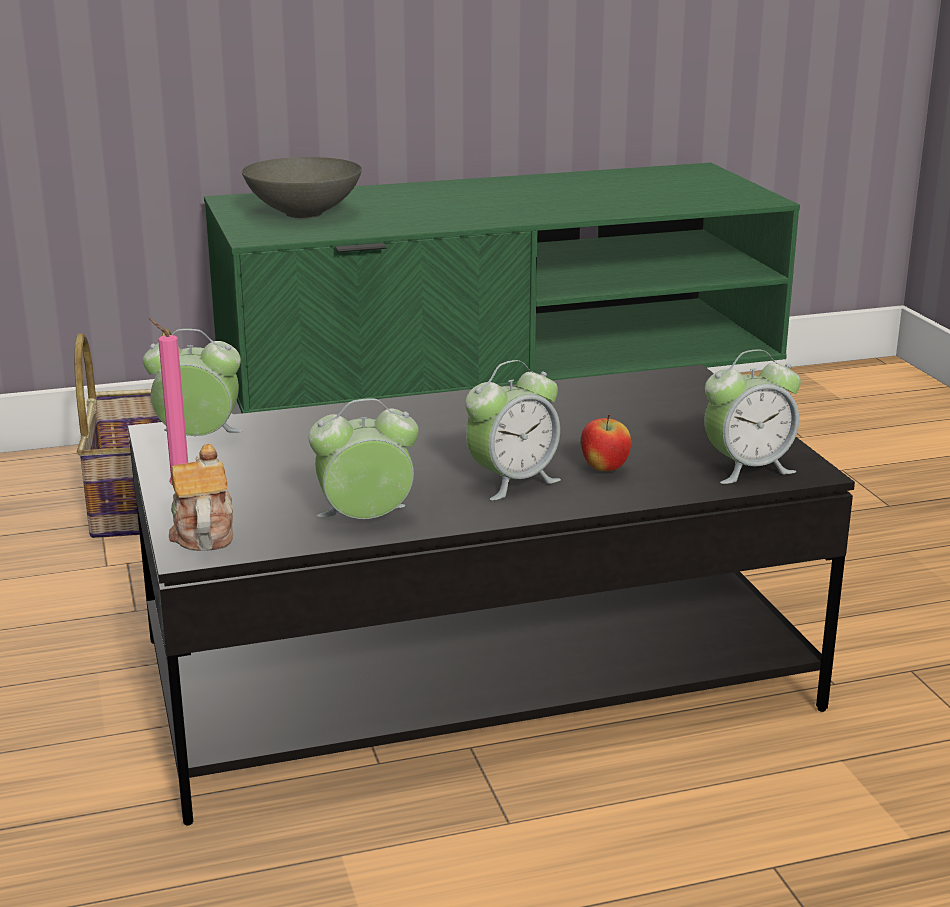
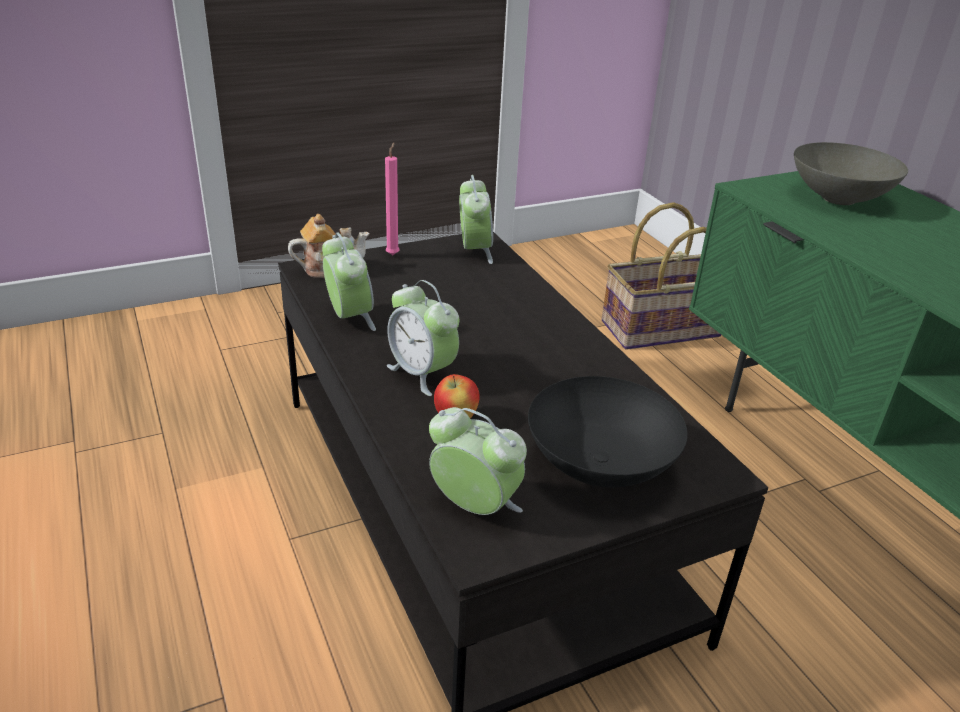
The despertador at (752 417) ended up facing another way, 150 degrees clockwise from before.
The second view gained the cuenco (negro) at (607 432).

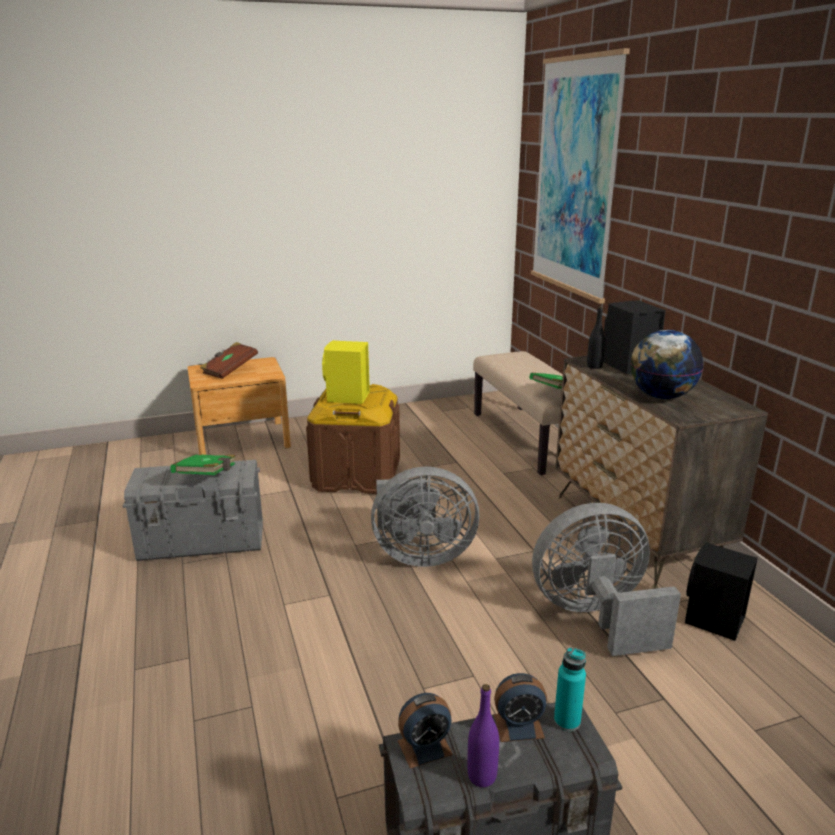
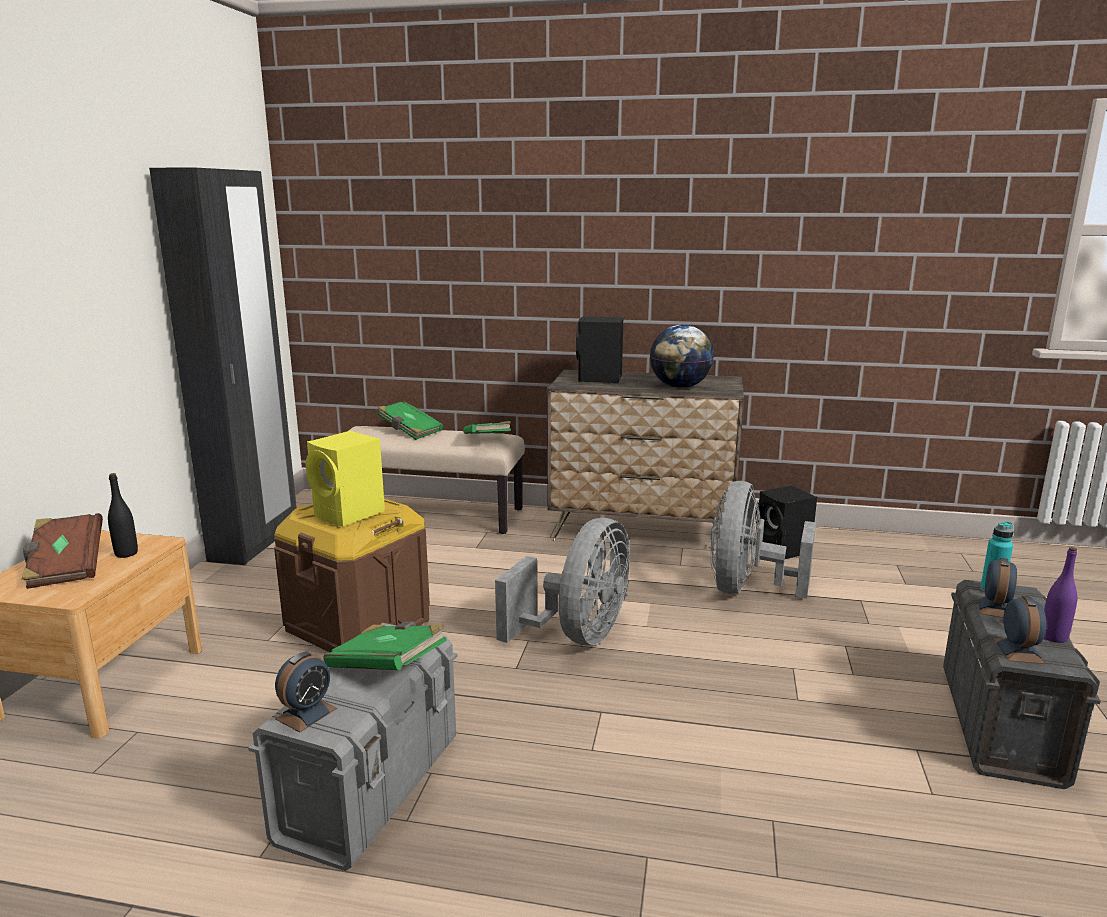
The second view lost the cuadro at (580 176).
The botella (negro) ended up elsewhere, having gone from (596 338) to (123 515).
The second view gained the armario ropero (negro) at (223 366).
The second view gained the libro (verde) at (410 420).
The second view gained the despertador at (306 692).

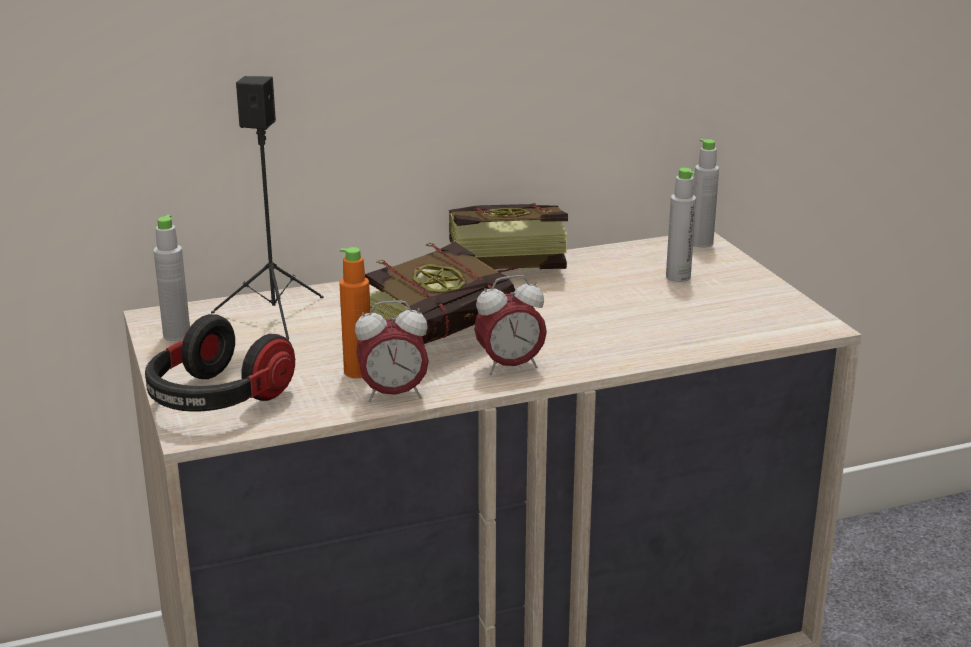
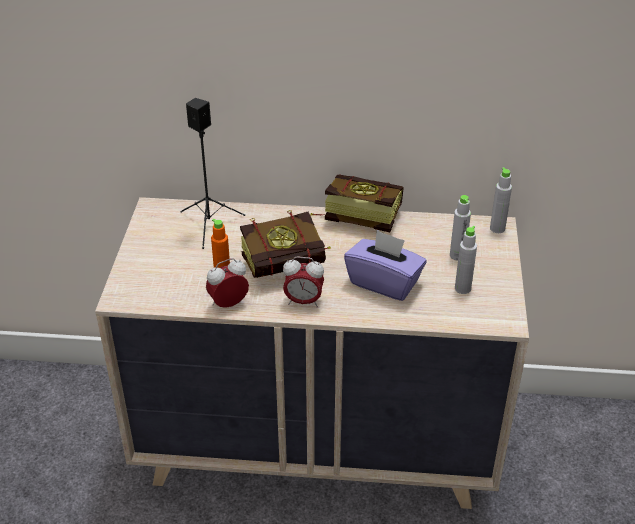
The botella (gris) ended up elsewhere, having gone from (171 278) to (466 260).
The despertador at (392 351) ended up facing another way, 135 degrees clockwise from before.
The second view lost the auriculares at (220 363).
The second view gained the caja de pañuelos (morado) at (385 265).

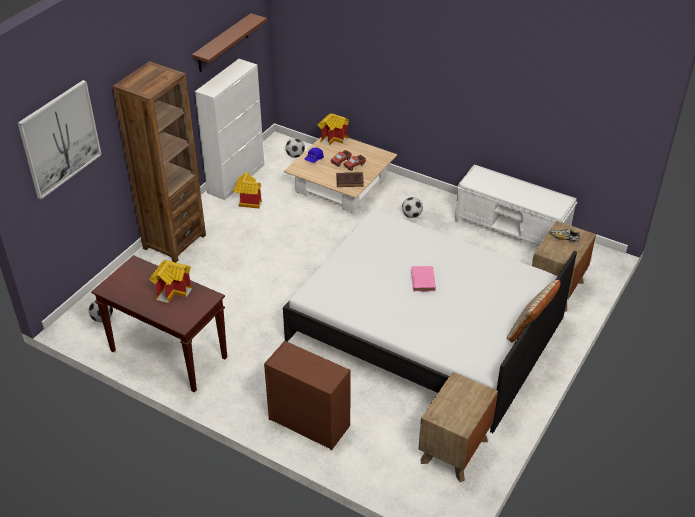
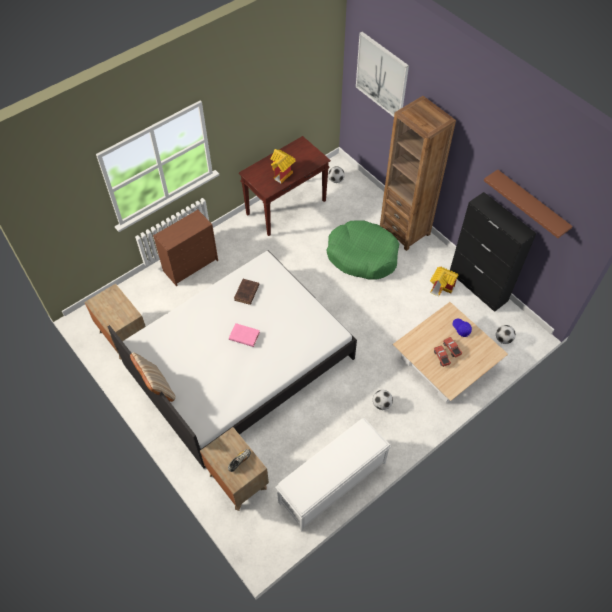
What was the armario (blanco) at (229 129) turned into the armario (negro) at (493 252).
The second view lost the casita at (333 129).
The libro (marrón) ended up elsewhere, having gone from (350 179) to (246 292).
The second view gained the cama para perro (verde) at (362 250).

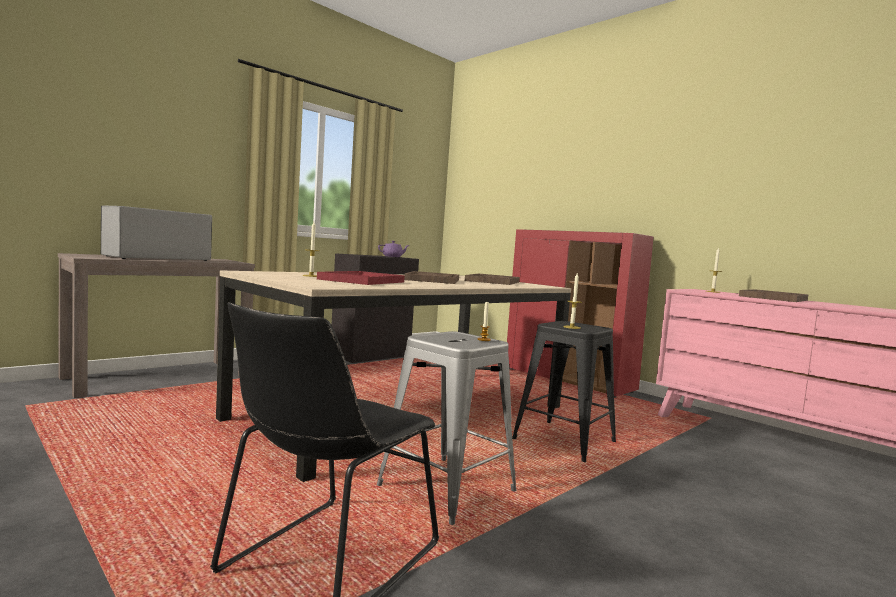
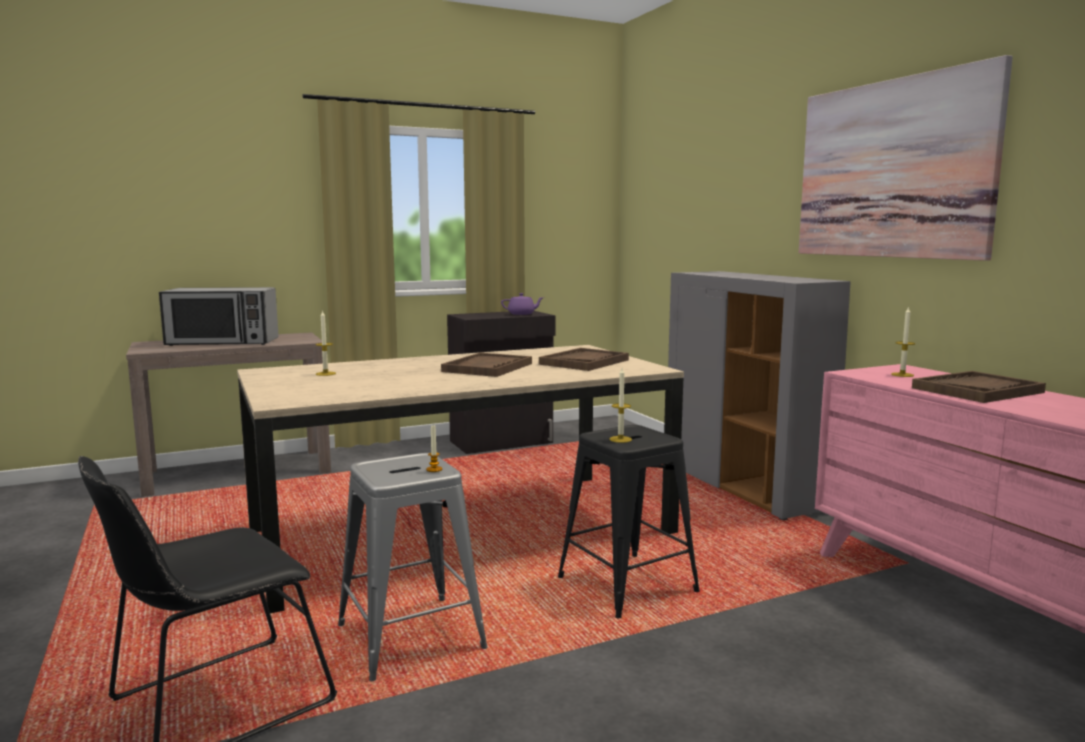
The microondas at (156 233) ended up facing another way, 150 degrees counterclockwise from before.
What was the armario (rojo) at (580 313) turned into the armario (gris) at (759 395).
The second view lost the bandeja (rojo) at (361 278).
The second view gained the cuadro at (906 158).

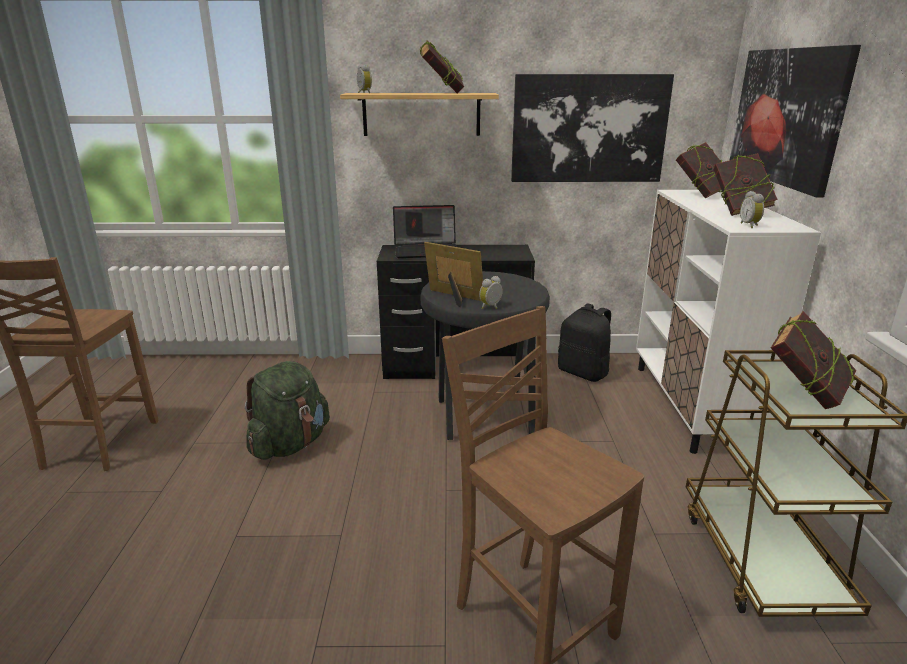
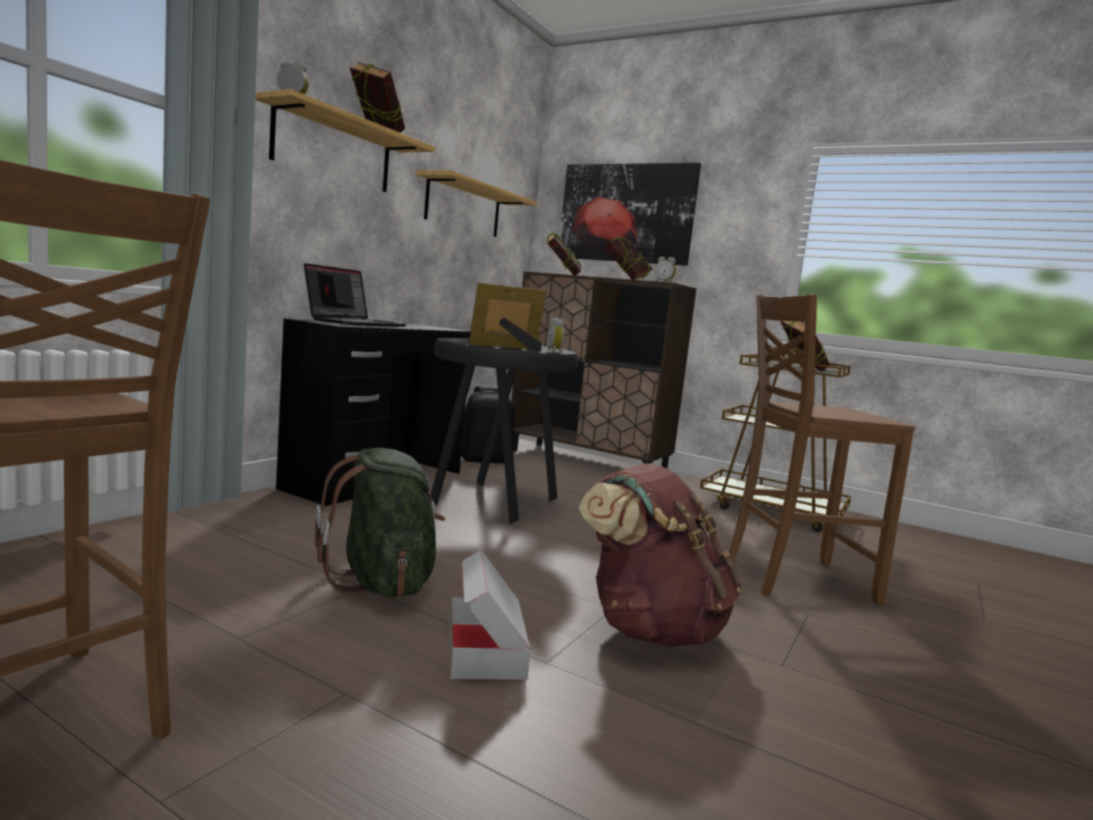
Where the cuadro hung at (592 128), the estante came to hang at (476 203).
What was the armario (blanco) at (728 322) turned into the armario (marrón) at (604 370).
The second view gained the mochila (marrón) at (660 555).
The second view gained the caja de cartón at (490 615).

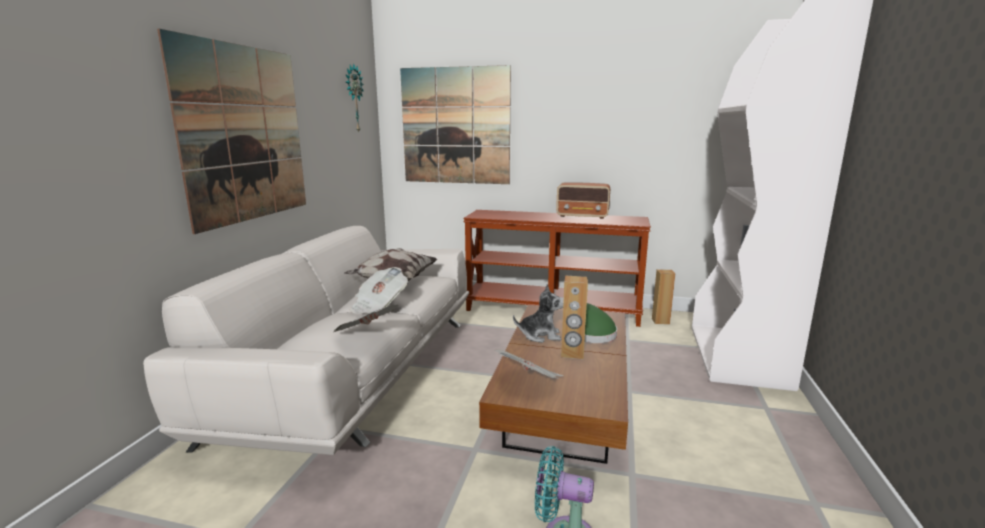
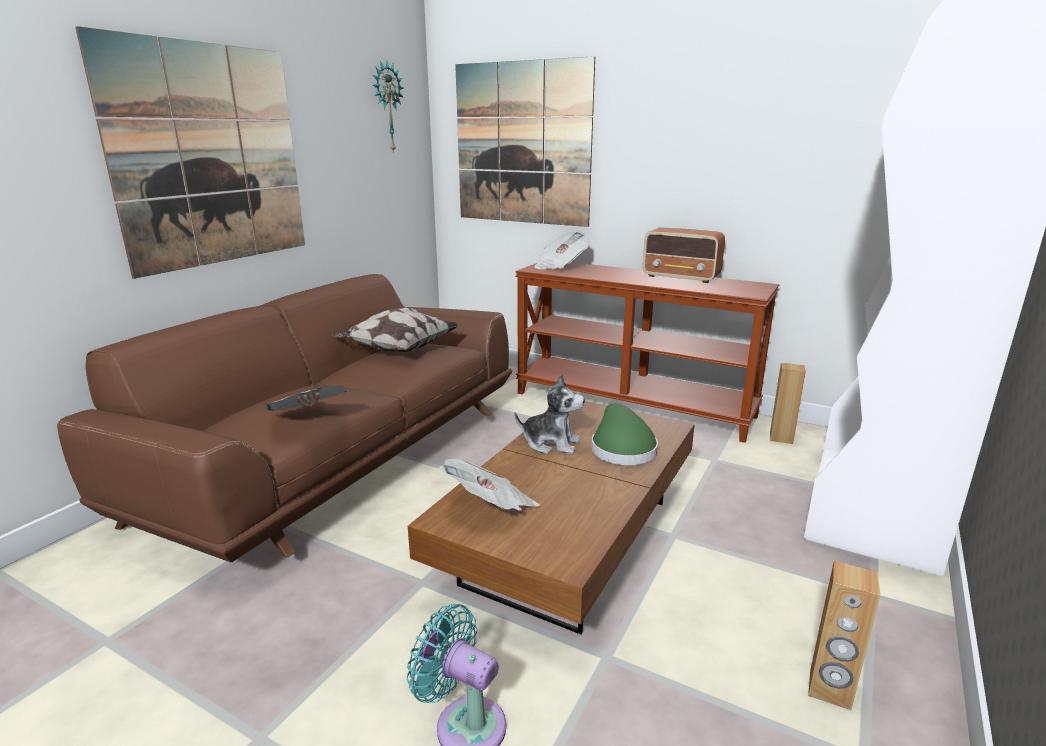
What was the sofá (blanco) at (306 340) turned into the sofá (marrón) at (284 418).
The periódico ended up elsewhere, having gone from (379 290) to (562 250).
The altavoz (marrón) ended up elsewhere, having gone from (574 317) to (844 635).

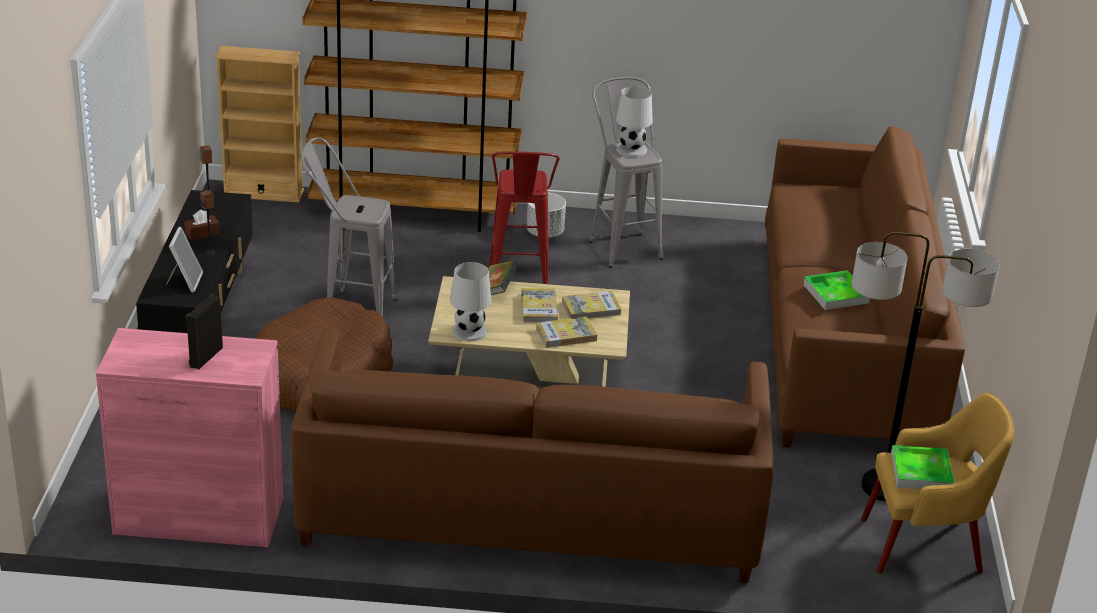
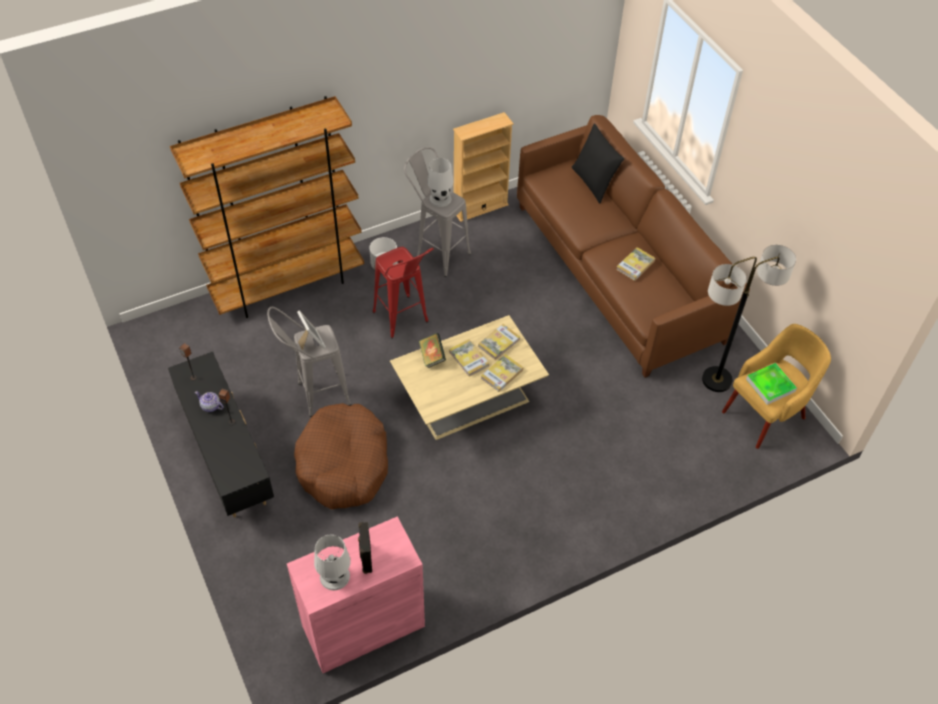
The estantería (beis) ended up elsewhere, having gone from (259 124) to (483 167).
Where the caja de pañuelos (marrón) stood at (202 225), the tetera came to stand at (209 401).
The portarretratos ended up elsewhere, having gone from (184 259) to (311 330).
The lámpara de mesa (blanco) ended up elsewhere, having gone from (471 301) to (332 562).
Where the bandeja stood at (836 290), the libro came to stand at (635 264).
The second view lost the sofá (marrón) at (532 455).
The second view gained the cojín (negro) at (598 163).

